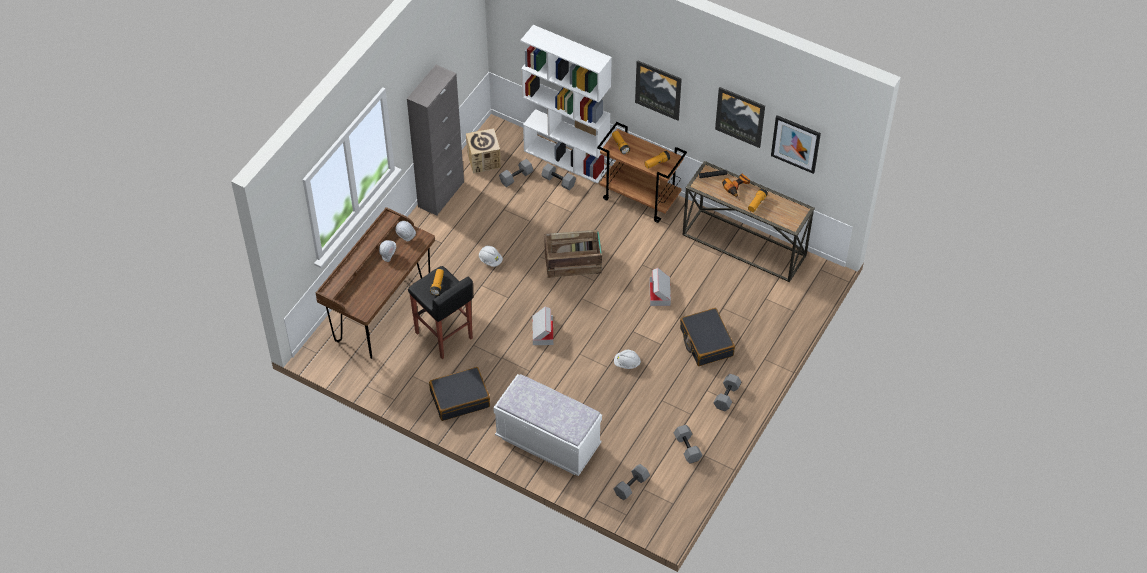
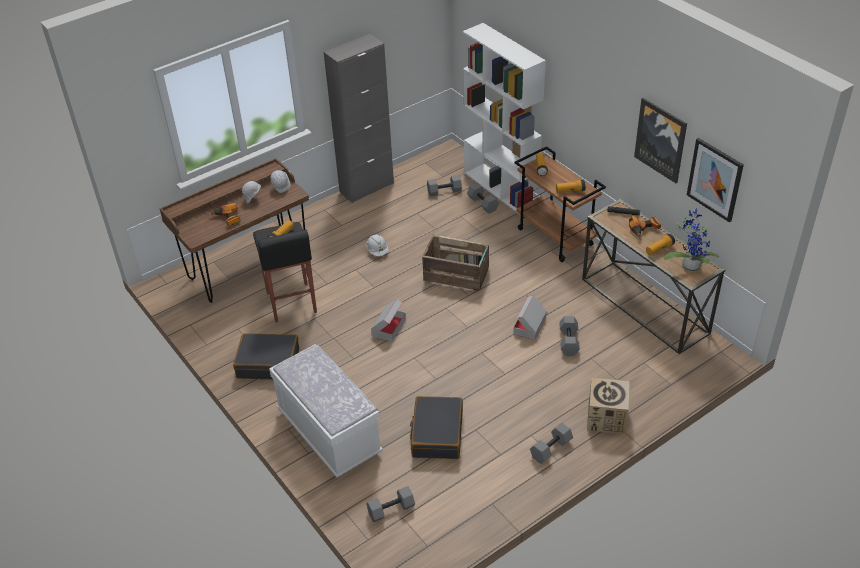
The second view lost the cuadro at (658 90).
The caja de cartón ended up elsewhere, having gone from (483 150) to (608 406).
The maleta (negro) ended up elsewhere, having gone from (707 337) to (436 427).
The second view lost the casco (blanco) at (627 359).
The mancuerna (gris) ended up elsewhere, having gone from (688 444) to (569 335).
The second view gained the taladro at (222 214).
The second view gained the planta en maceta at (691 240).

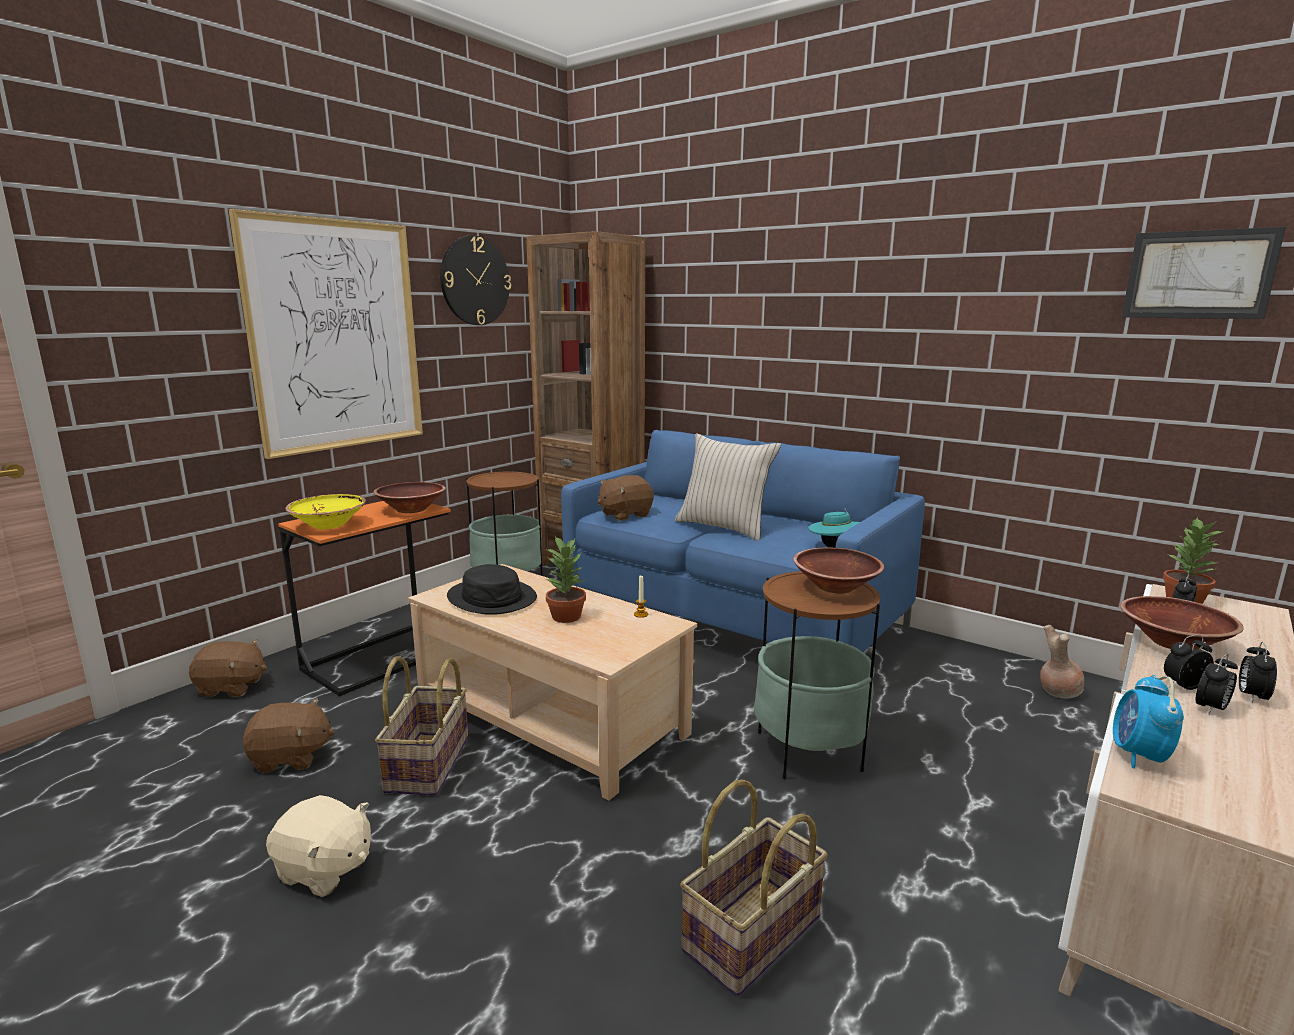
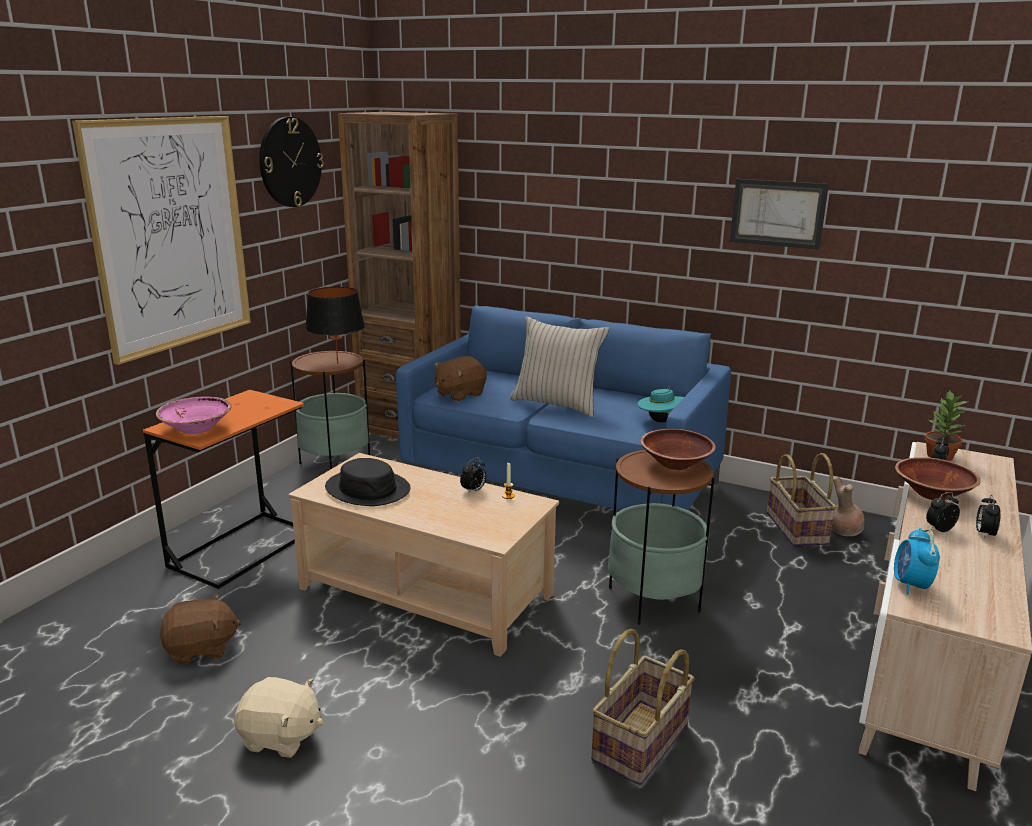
The cuadro ended up elsewhere, having gone from (1204 273) to (779 214).
The second view lost the cuenco (marrón) at (409 497).
What was the cuenco (amarillo) at (325 511) turned into the cuenco (rosa) at (193 415).
The second view lost the planta en maceta at (566 579).
The second view lost the peluche (marrón) at (228 668).
The despertador ended up elsewhere, having gone from (1216 684) to (473 475).
The cesta ended up elsewhere, having gone from (421 726) to (802 499).
The second view gained the lámpara de mesa (negro) at (335 325).

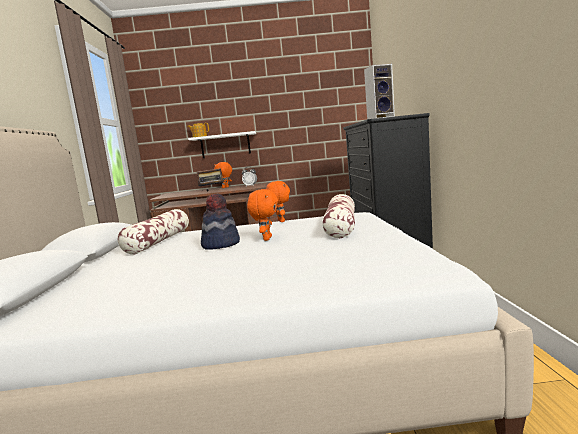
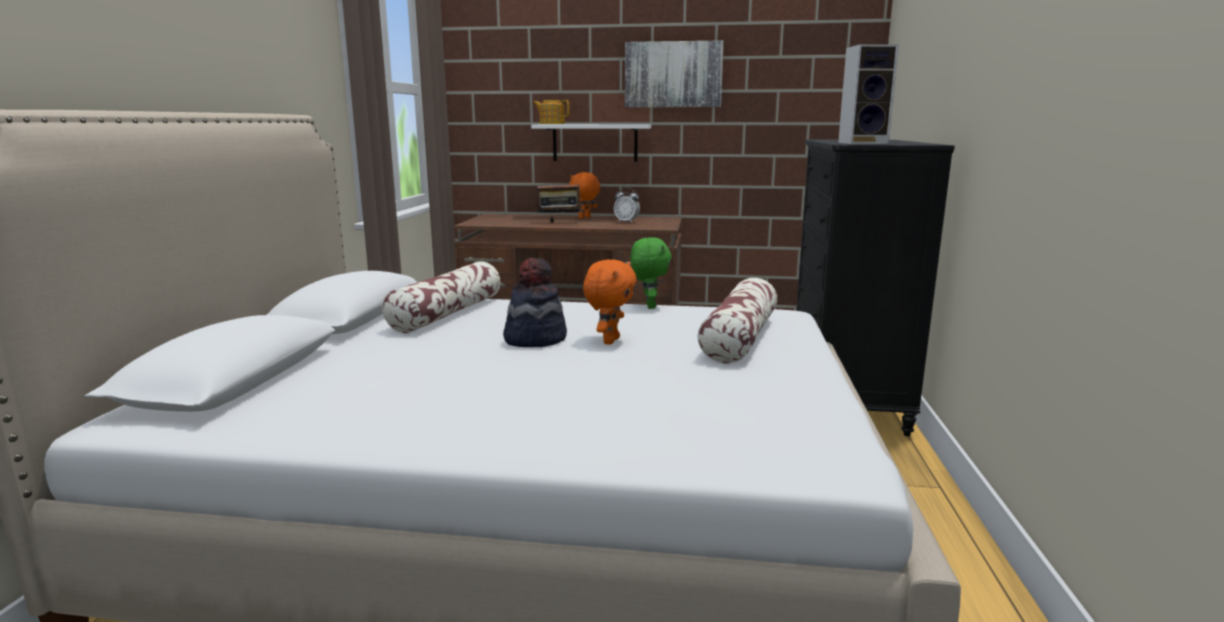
What was the peluche (naranja) at (278 201) turned into the peluche (verde) at (651 273).
The second view gained the cuadro at (674 74).

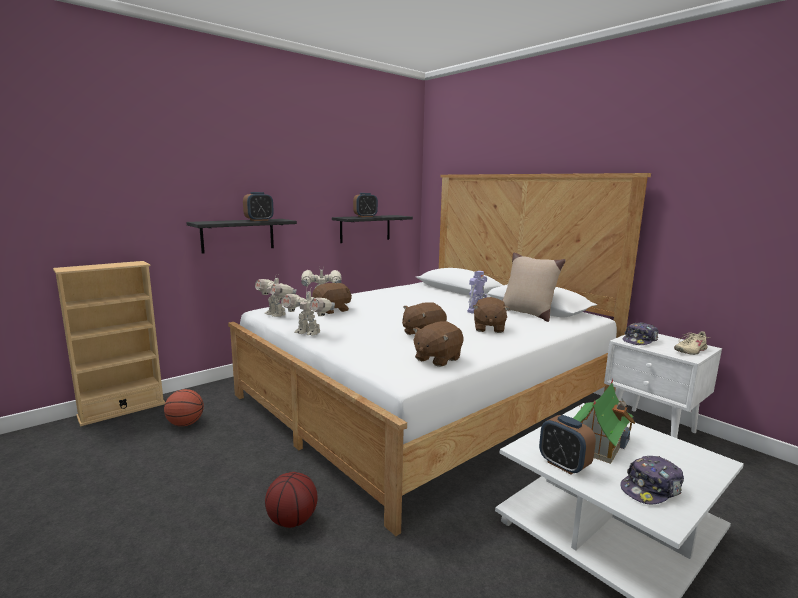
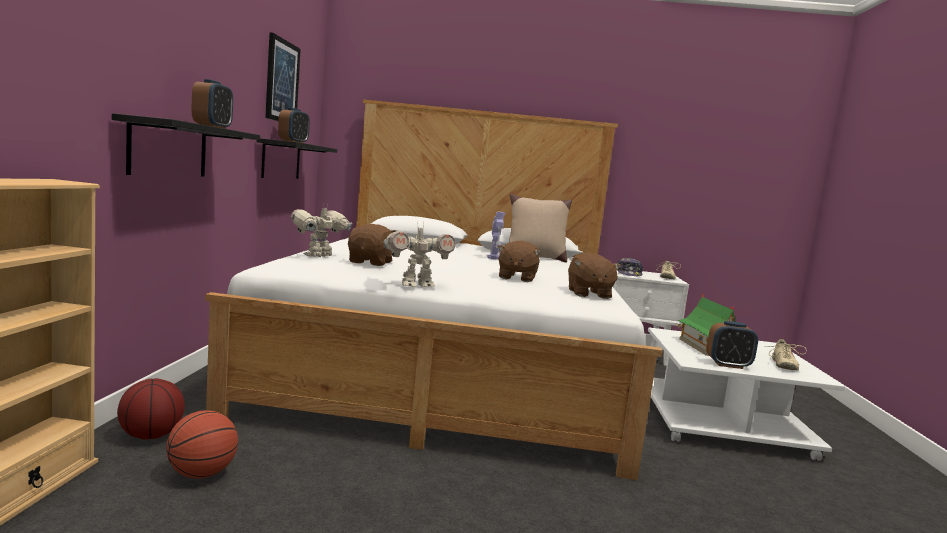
The second view lost the robot de juguete at (276 296).
The second view lost the peluche (marrón) at (491 315).
Where the gorra stood at (652 480), the zapato (beis) came to stand at (785 354).
The balón de baloncesto ended up elsewhere, having gone from (291 500) to (151 409).
The second view gained the cuadro at (283 76).

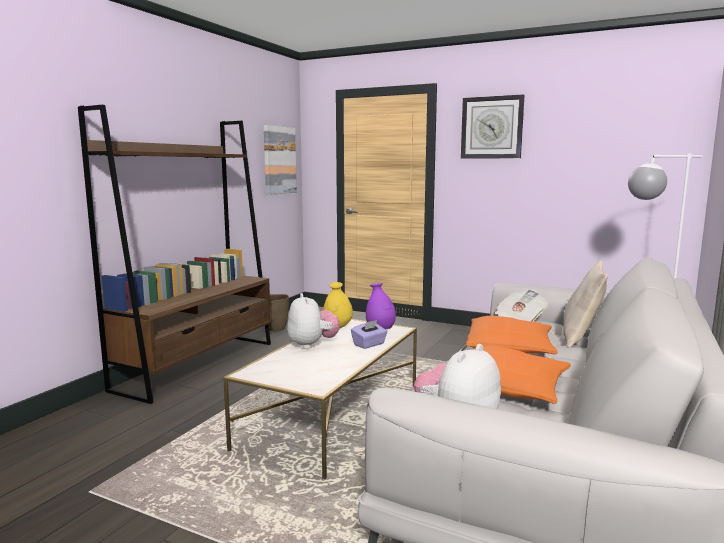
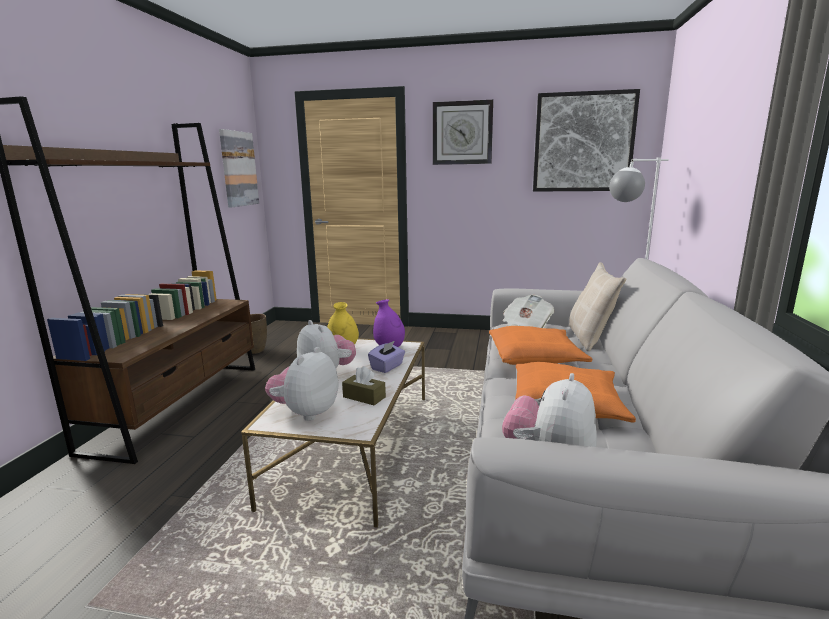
The second view gained the cuadro at (586 140).
The second view gained the peluche at (302 384).
The second view gained the caja de pañuelos (marrón) at (364 385).

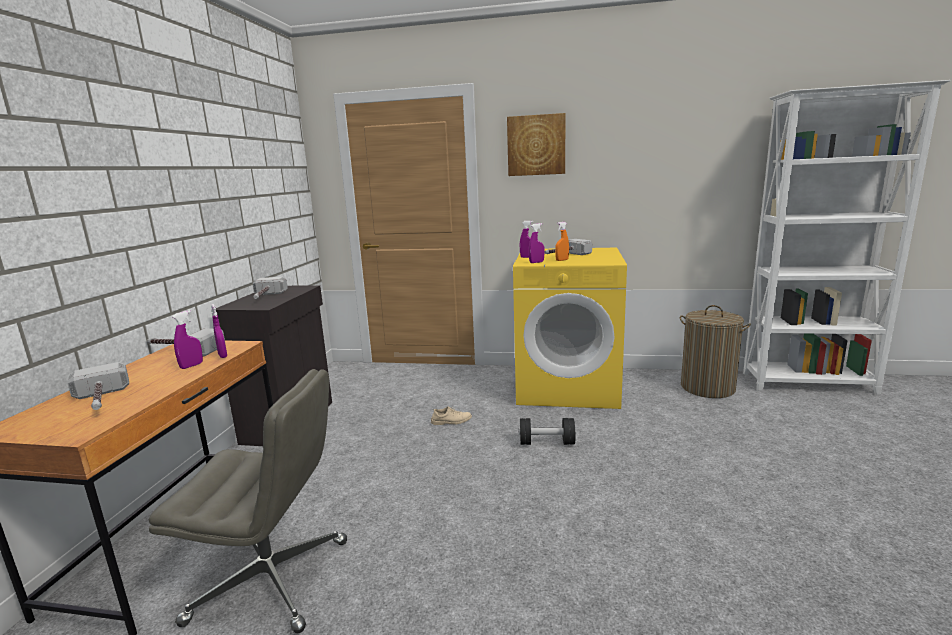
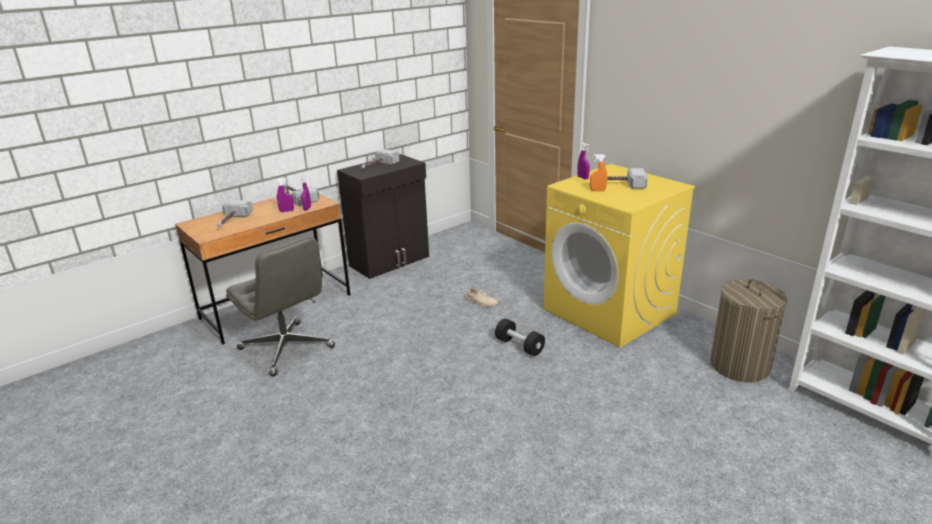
The second view lost the cuadro at (536 144).
The second view lost the pulverizador (morado) at (537 243).

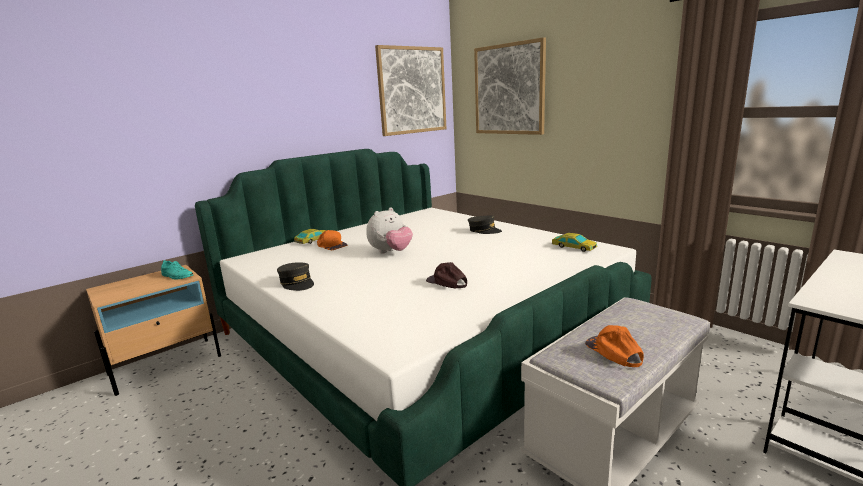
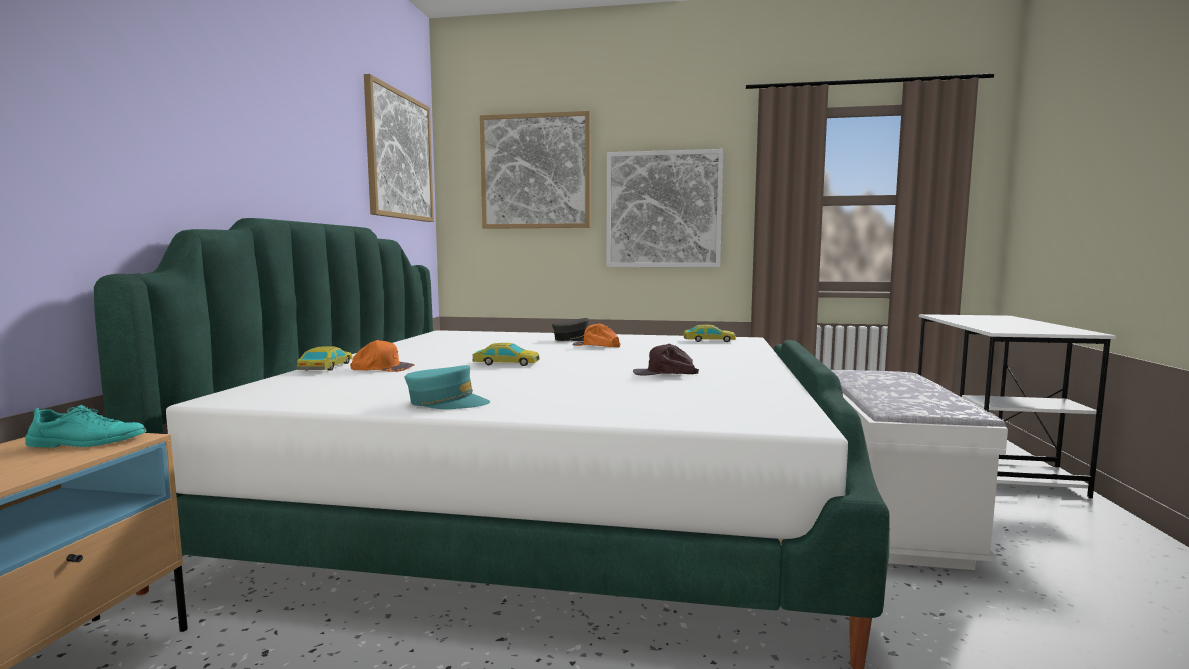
Where the peluche stood at (389 230), the coche de juguete came to stand at (506 354).
What was the gorra (gris) at (295 276) turned into the gorra (turquesa) at (447 387).
The gorra (naranja) ended up elsewhere, having gone from (614 346) to (596 335).
The second view gained the cuadro at (665 208).

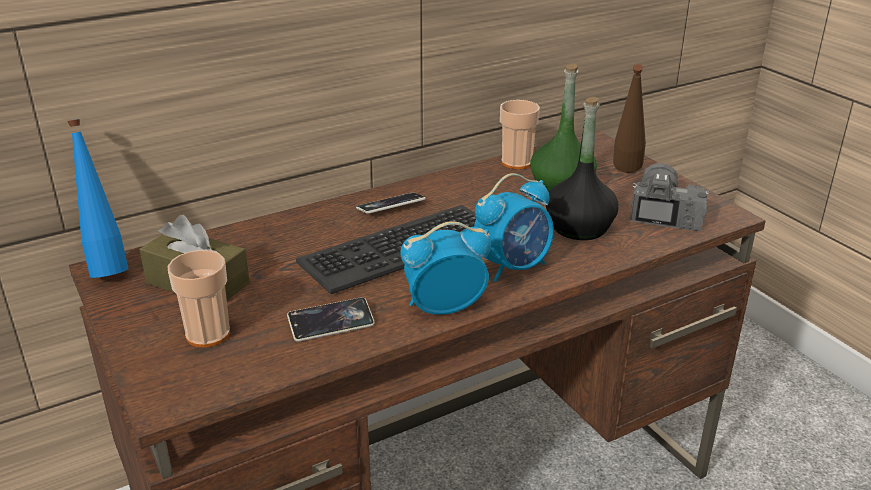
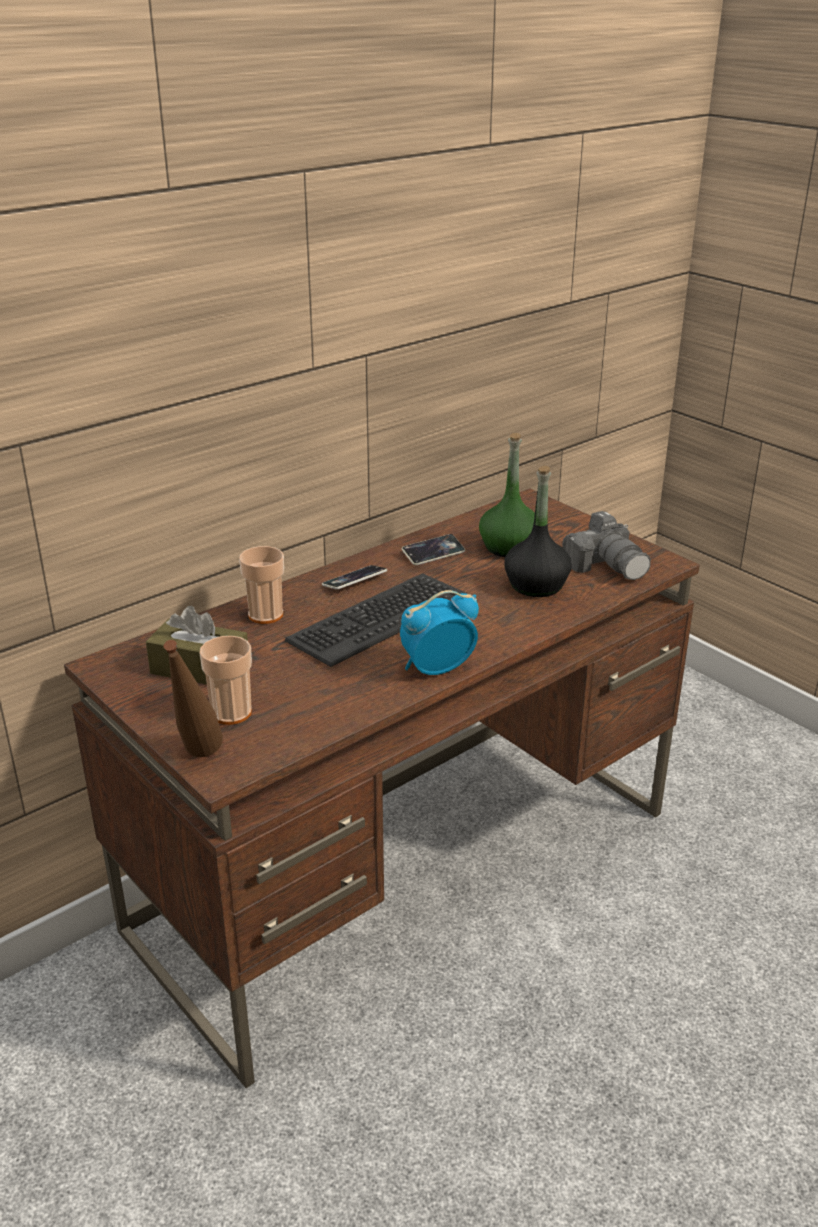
The botella (marrón) ended up elsewhere, having gone from (629 118) to (193 698).
The taza ended up elsewhere, having gone from (520 134) to (261 585).
The second view lost the botella (azul) at (98 198).
The cámara at (669 197) ended up facing another way, 150 degrees clockwise from before.
The second view lost the despertador at (514 227).
The móvil ended up elsewhere, having gone from (331 319) to (433 549).

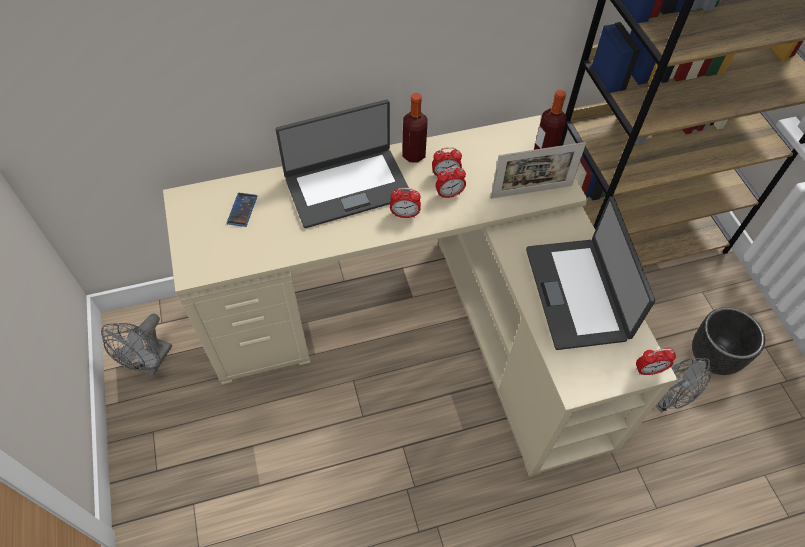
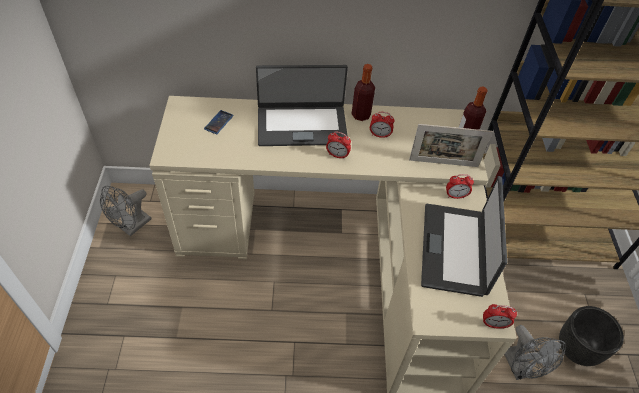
The despertador ended up elsewhere, having gone from (451 182) to (460 186).

